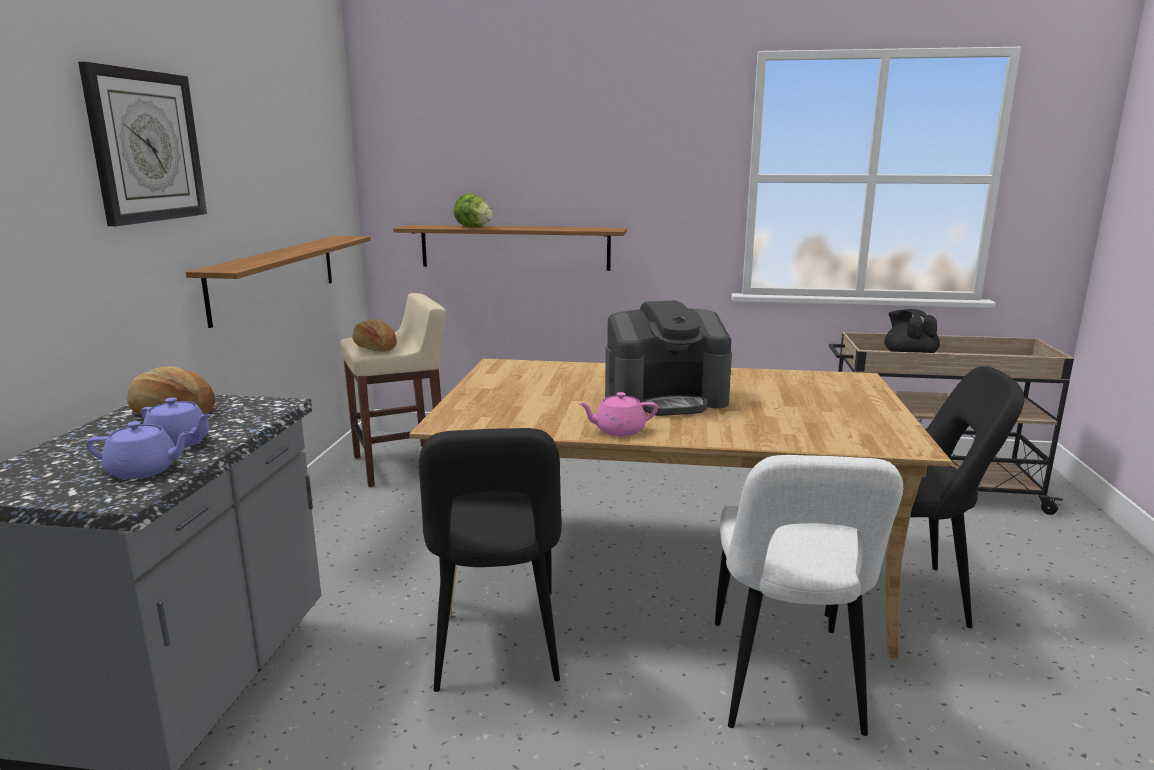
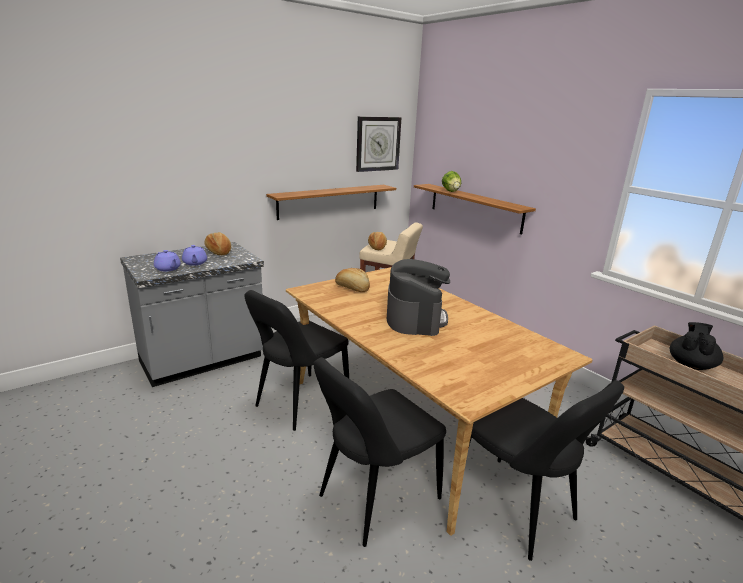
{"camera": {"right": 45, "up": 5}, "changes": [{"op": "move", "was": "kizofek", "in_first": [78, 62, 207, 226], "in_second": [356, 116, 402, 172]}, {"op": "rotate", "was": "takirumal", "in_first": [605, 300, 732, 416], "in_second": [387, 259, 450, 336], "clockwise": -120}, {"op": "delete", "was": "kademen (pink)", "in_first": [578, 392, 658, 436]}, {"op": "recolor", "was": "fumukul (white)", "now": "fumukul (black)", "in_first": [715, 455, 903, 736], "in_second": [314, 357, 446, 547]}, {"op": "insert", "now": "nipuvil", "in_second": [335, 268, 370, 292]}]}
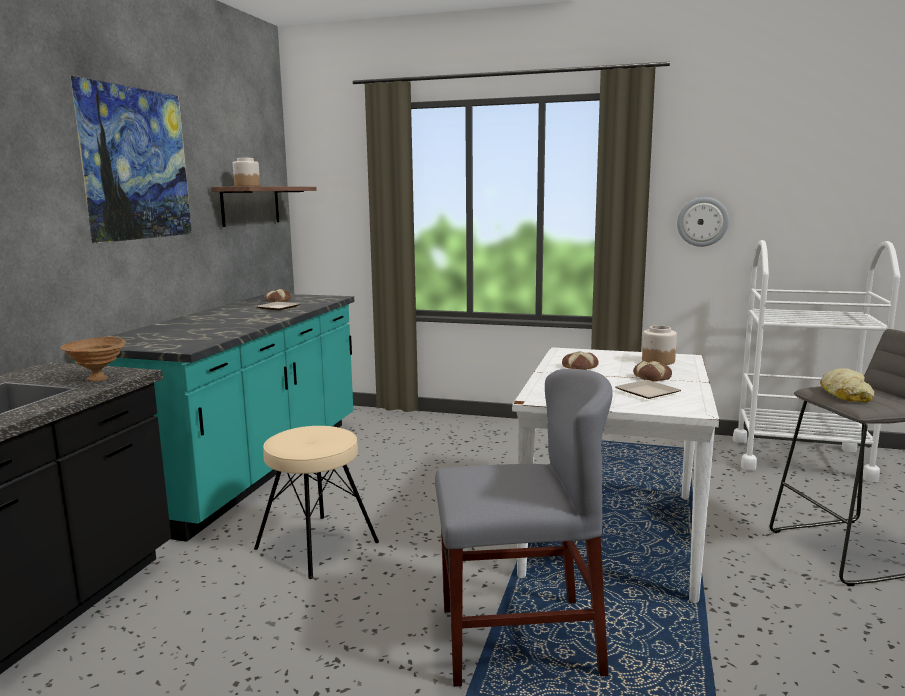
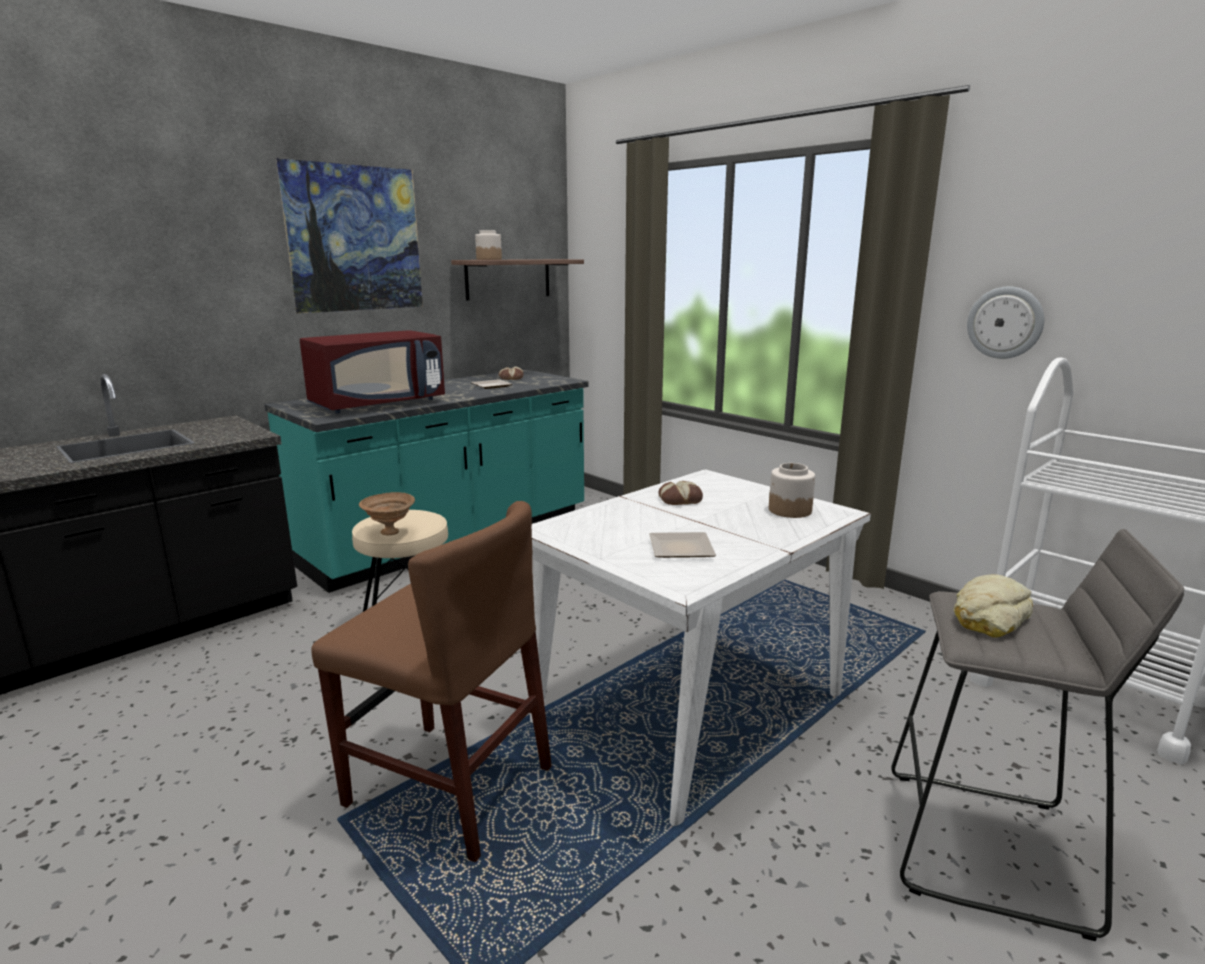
{"camera": {"right": 30, "up": 5}, "changes": [{"op": "move", "was": "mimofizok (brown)", "in_first": [60, 337, 126, 381], "in_second": [359, 492, 415, 535]}, {"op": "delete", "was": "nipuvil", "in_first": [633, 361, 672, 381]}, {"op": "recolor", "was": "fumukul (grey)", "now": "fumukul (brown)", "in_first": [435, 369, 613, 687], "in_second": [311, 501, 552, 862]}, {"op": "insert", "now": "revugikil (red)", "in_second": [300, 330, 445, 413]}]}
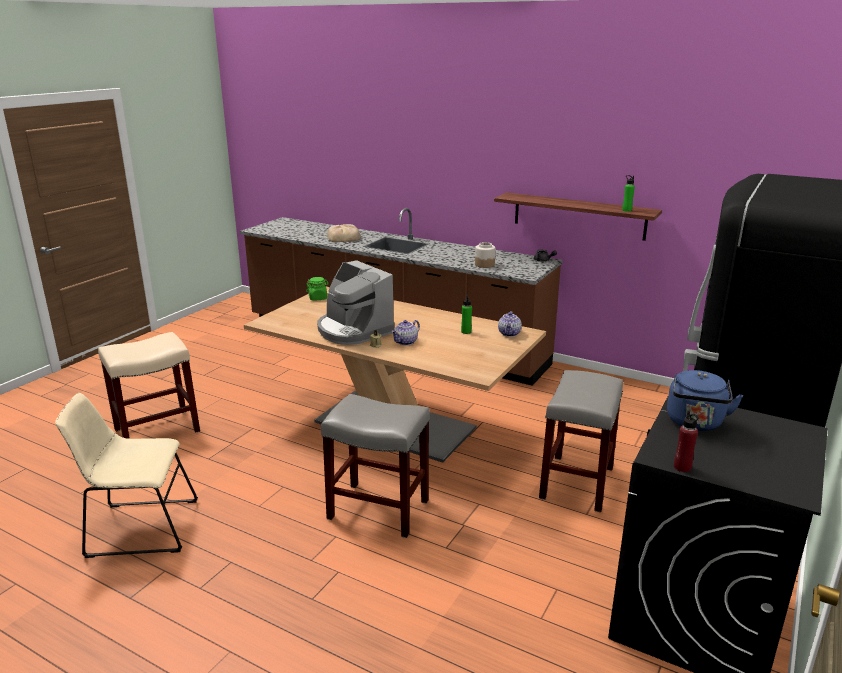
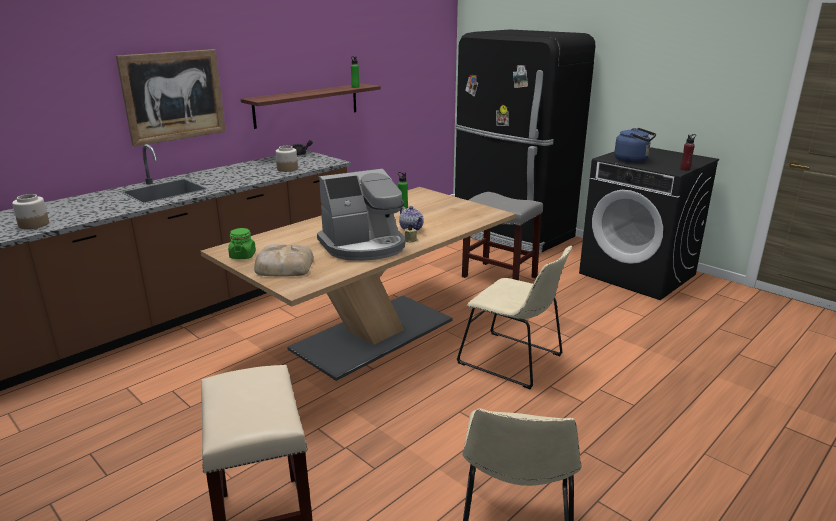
{"camera": {"right": -75, "up": 0}, "changes": [{"op": "move", "was": "nipuvil", "in_first": [327, 224, 361, 242], "in_second": [254, 244, 314, 276]}, {"op": "delete", "was": "kademen", "in_first": [498, 311, 522, 337]}, {"op": "replace", "was": "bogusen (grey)", "now": "fumukul (beige)", "in_first": [321, 394, 430, 538], "in_second": [457, 246, 572, 389]}, {"op": "insert", "now": "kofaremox", "in_second": [116, 49, 226, 147]}, {"op": "insert", "now": "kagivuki", "in_second": [12, 194, 49, 229]}]}
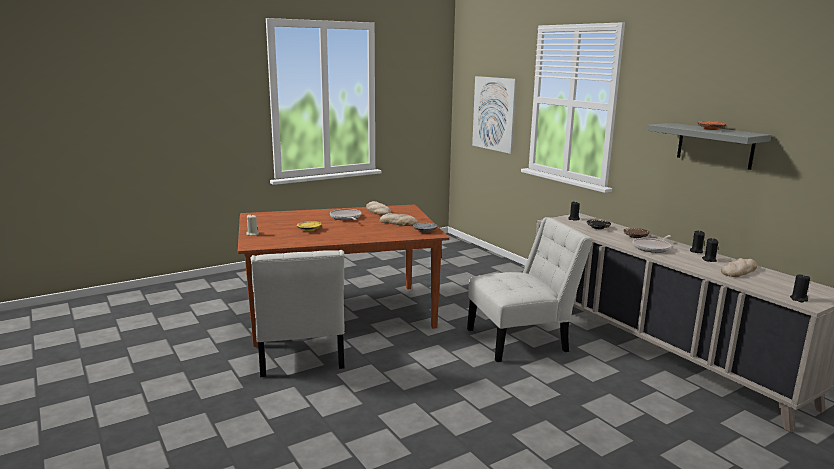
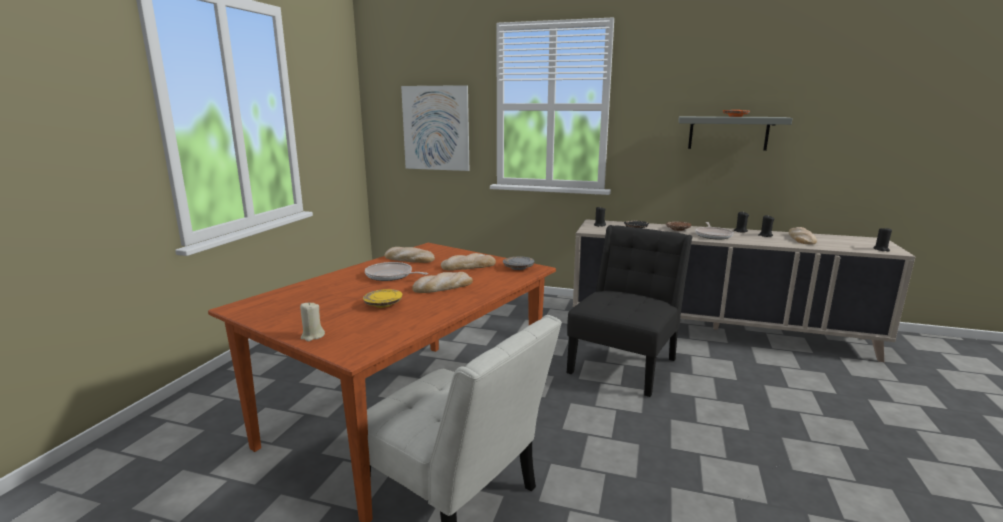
{"camera": {"right": -40, "up": 0}, "changes": [{"op": "recolor", "was": "fumukul (white)", "now": "fumukul (black)", "in_first": [467, 217, 593, 362], "in_second": [567, 225, 692, 397]}, {"op": "insert", "now": "nipuvil", "in_second": [412, 272, 473, 293]}]}
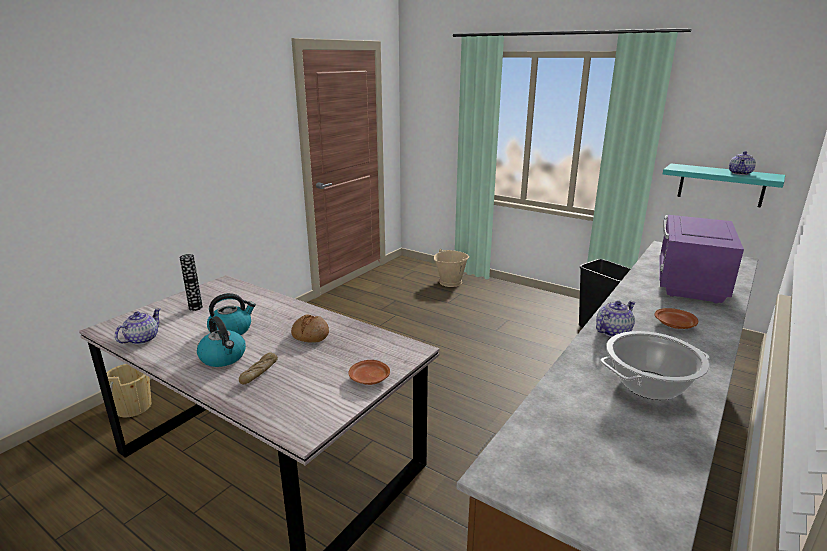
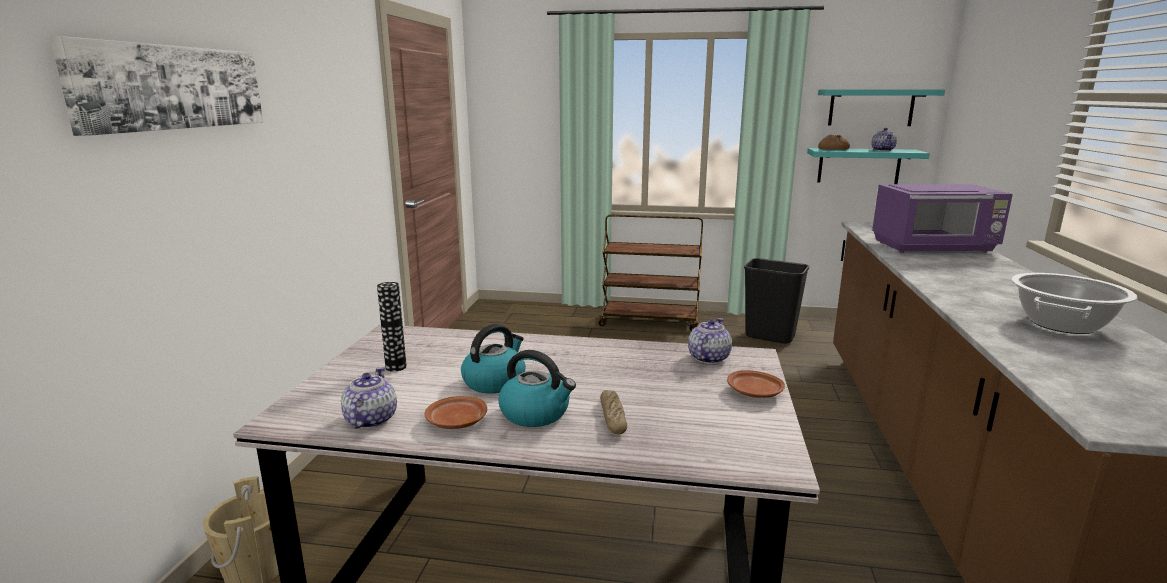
{"camera": {"right": -25, "up": -5}, "changes": [{"op": "rotate", "was": "revugikil (purple)", "in_first": [659, 215, 744, 303], "in_second": [872, 184, 1013, 253], "clockwise": -90}, {"op": "delete", "was": "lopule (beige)", "in_first": [434, 249, 469, 287]}, {"op": "move", "was": "kademen", "in_first": [596, 300, 635, 337], "in_second": [688, 318, 732, 364]}, {"op": "move", "was": "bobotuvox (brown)", "in_first": [655, 308, 698, 329], "in_second": [425, 396, 487, 429]}, {"op": "move", "was": "nipuvil", "in_first": [291, 314, 329, 343], "in_second": [818, 135, 850, 150]}, {"op": "insert", "now": "kofaremox", "in_second": [50, 36, 263, 136]}, {"op": "insert", "now": "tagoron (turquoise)", "in_second": [818, 89, 945, 126]}, {"op": "insert", "now": "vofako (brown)", "in_second": [599, 215, 703, 331]}]}
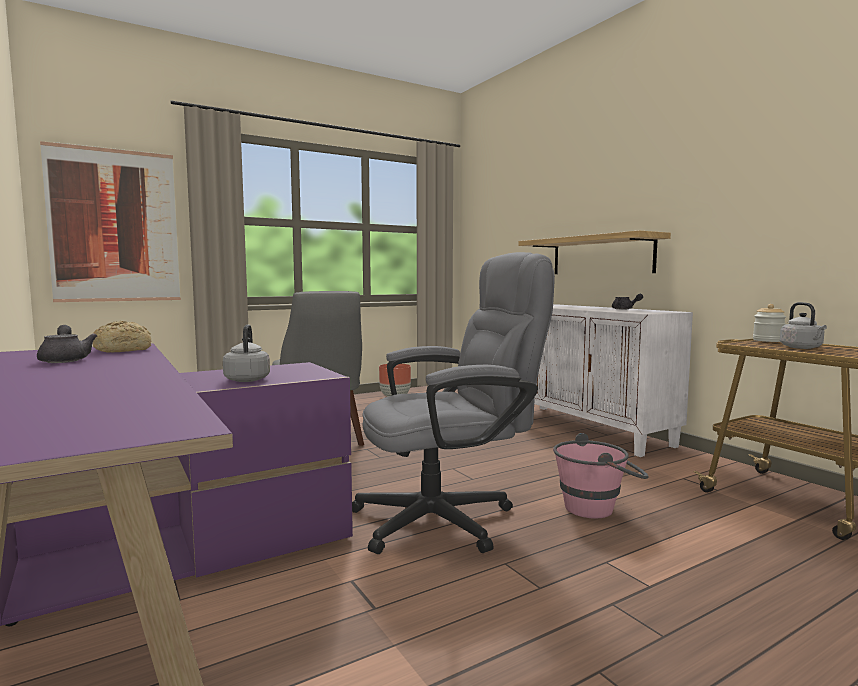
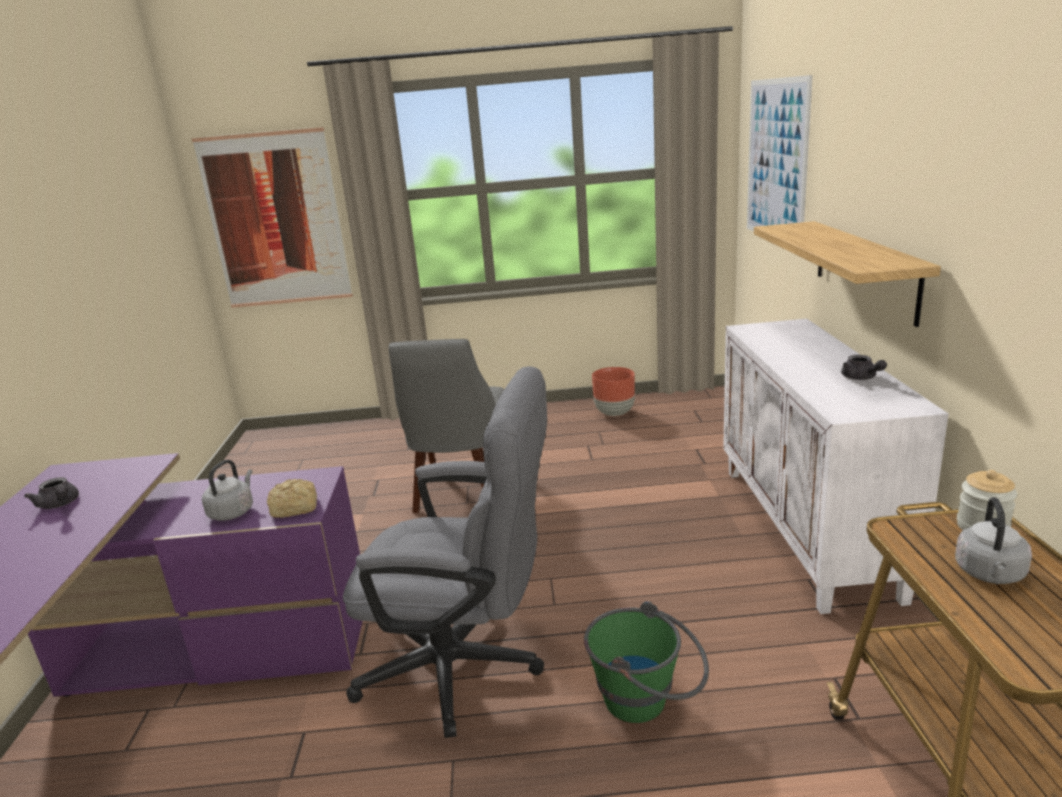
{"camera": {"right": 30, "up": 15}, "changes": [{"op": "move", "was": "nipuvil", "in_first": [93, 321, 152, 353], "in_second": [267, 479, 317, 518]}, {"op": "rotate", "was": "kademen (grey)", "in_first": [37, 325, 97, 363], "in_second": [24, 477, 79, 509], "clockwise": 135}, {"op": "recolor", "was": "lopule (pink)", "now": "lopule (green)", "in_first": [553, 433, 649, 518], "in_second": [584, 601, 709, 723]}, {"op": "insert", "now": "kofaremox", "in_second": [747, 75, 813, 232]}]}
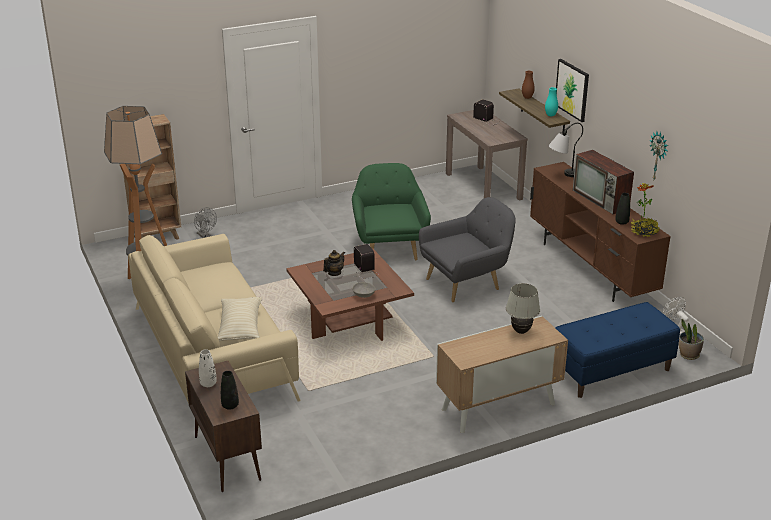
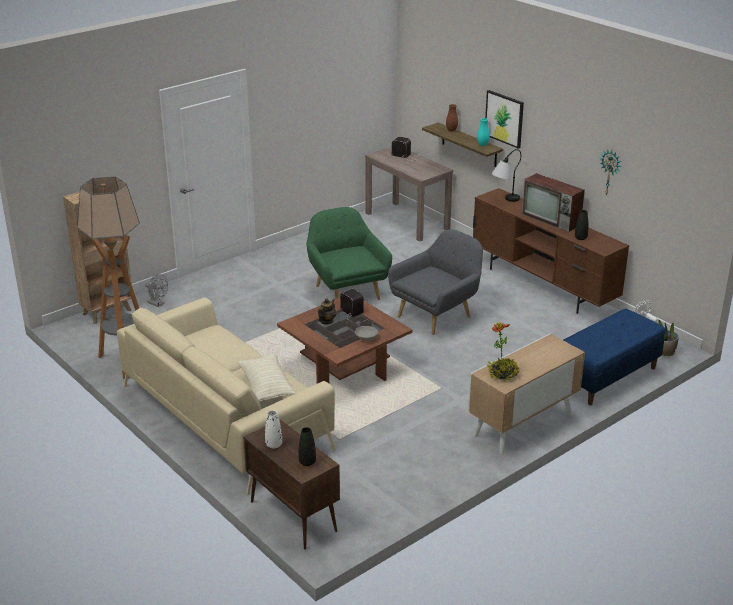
{"camera": {"right": -15, "up": 0}, "changes": [{"op": "move", "was": "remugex", "in_first": [631, 183, 659, 237], "in_second": [487, 323, 520, 382]}, {"op": "delete", "was": "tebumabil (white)", "in_first": [506, 283, 540, 334]}]}
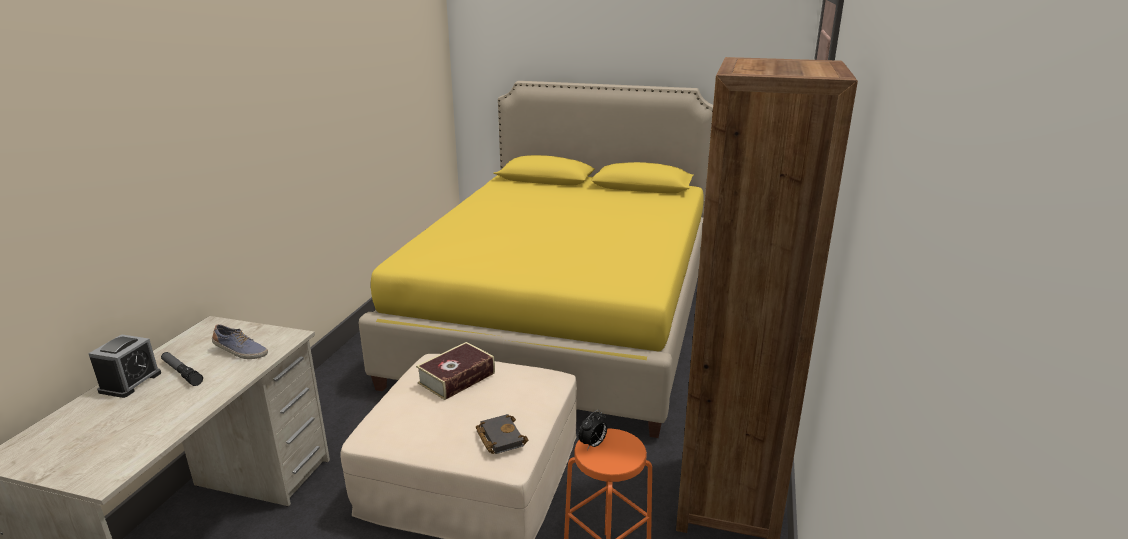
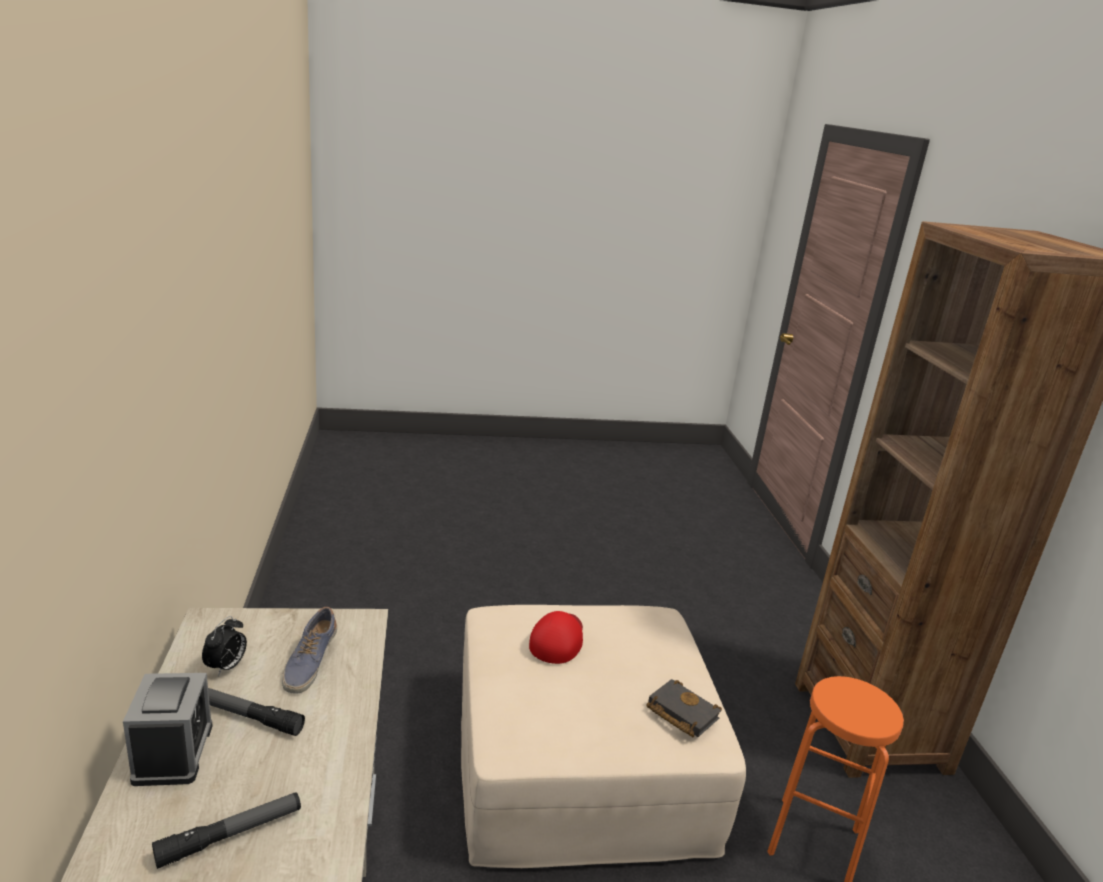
{"camera": {"right": -25, "up": 0}, "changes": [{"op": "delete", "was": "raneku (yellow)", "in_first": [359, 81, 713, 438]}, {"op": "rotate", "was": "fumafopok", "in_first": [212, 324, 268, 359], "in_second": [282, 607, 337, 694], "clockwise": 105}, {"op": "replace", "was": "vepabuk", "now": "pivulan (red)", "in_first": [416, 342, 495, 400], "in_second": [529, 611, 583, 664]}, {"op": "move", "was": "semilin", "in_first": [578, 410, 607, 450], "in_second": [202, 616, 247, 676]}, {"op": "insert", "now": "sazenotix", "in_second": [152, 792, 301, 869]}]}
